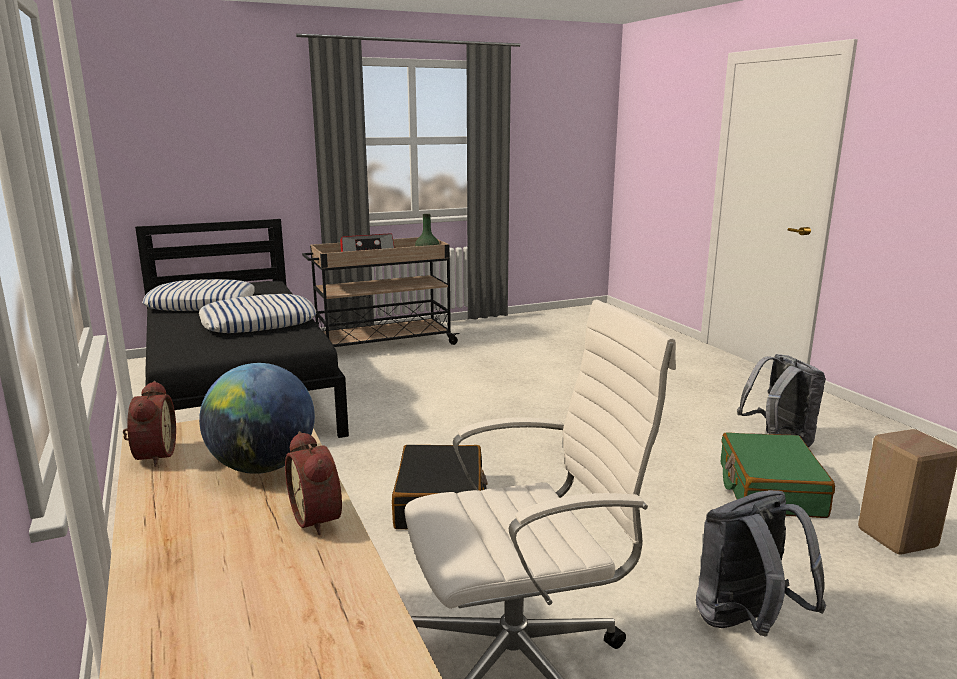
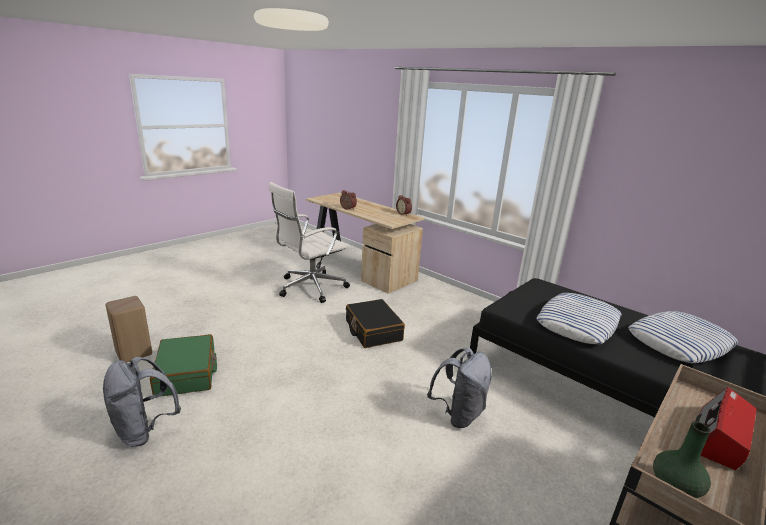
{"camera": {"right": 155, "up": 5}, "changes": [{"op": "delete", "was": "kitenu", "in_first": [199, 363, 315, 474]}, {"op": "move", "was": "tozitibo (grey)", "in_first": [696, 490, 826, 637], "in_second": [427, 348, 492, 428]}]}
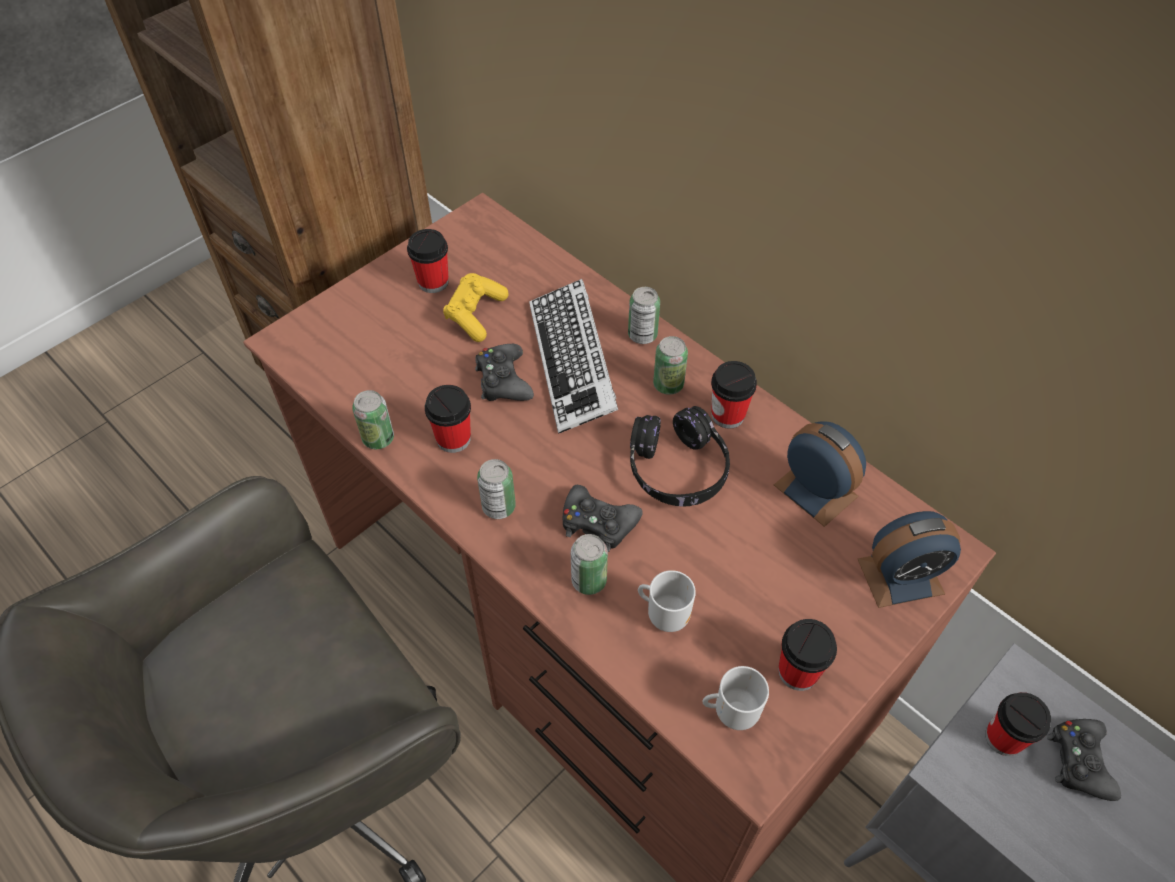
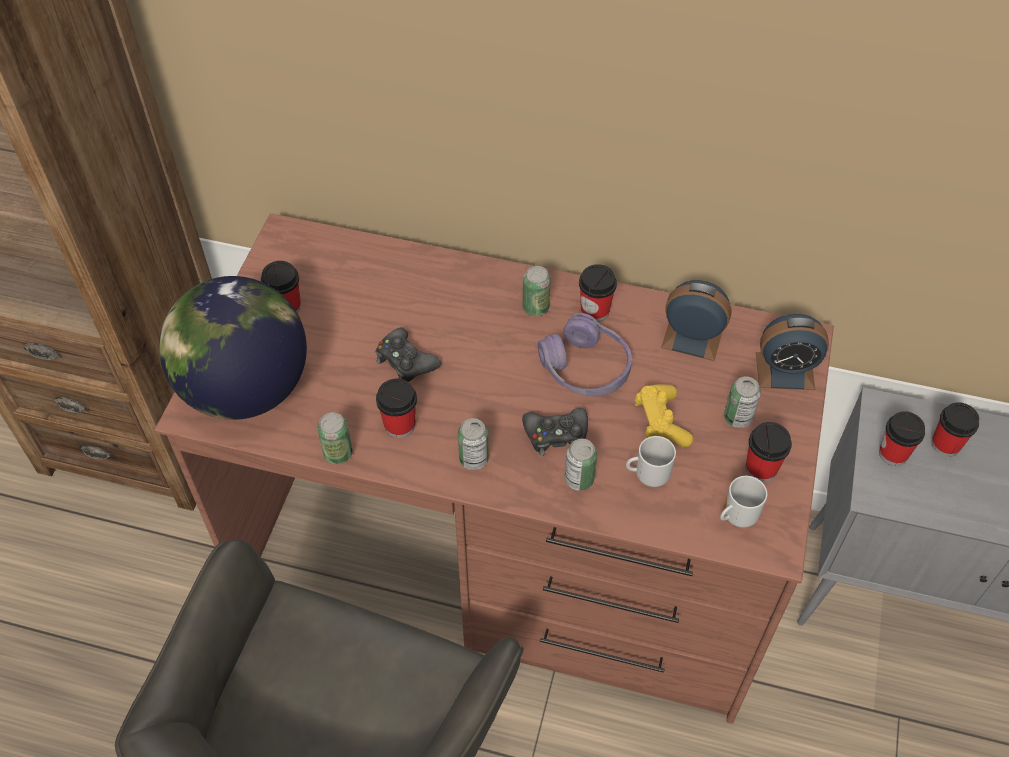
{"camera": {"right": -30, "up": 0}, "changes": [{"op": "move", "was": "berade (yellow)", "in_first": [443, 273, 509, 342], "in_second": [635, 384, 693, 447]}, {"op": "delete", "was": "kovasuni", "in_first": [529, 279, 618, 434]}, {"op": "move", "was": "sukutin", "in_first": [628, 287, 660, 344], "in_second": [724, 376, 761, 428]}, {"op": "recolor", "was": "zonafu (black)", "now": "zonafu (purple)", "in_first": [630, 406, 730, 507], "in_second": [538, 313, 632, 396]}, {"op": "rotate", "was": "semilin", "in_first": [858, 511, 961, 608], "in_second": [756, 314, 829, 390], "clockwise": 45}, {"op": "replace", "was": "berade (black)", "now": "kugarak", "in_first": [1047, 719, 1121, 801], "in_second": [931, 402, 979, 457]}, {"op": "insert", "now": "kitenu", "in_second": [159, 276, 307, 420]}]}
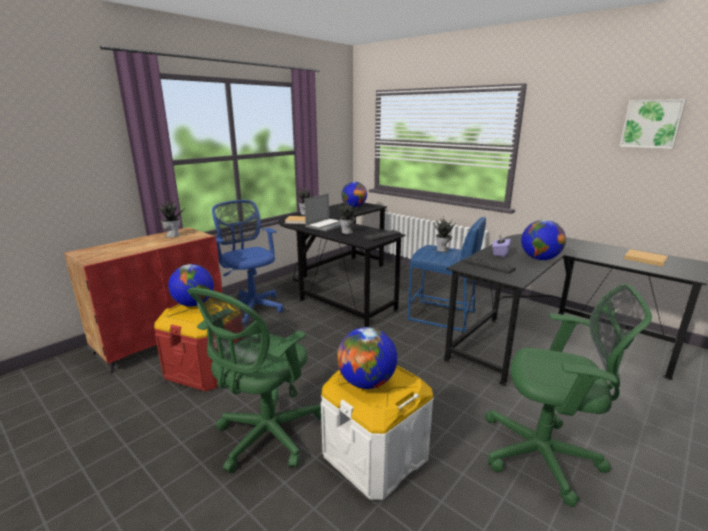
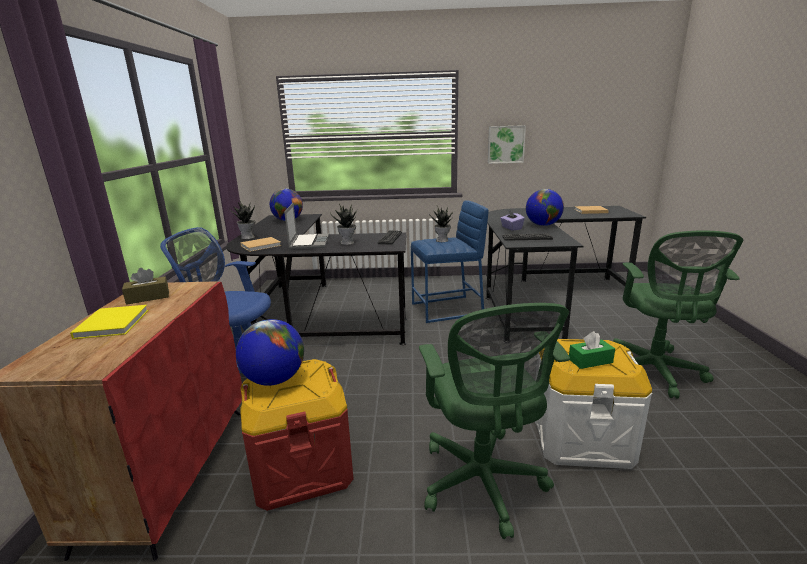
{"camera": {"right": -40, "up": 0}, "changes": [{"op": "move", "was": "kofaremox", "in_first": [619, 99, 686, 149], "in_second": [488, 125, 526, 164]}, {"op": "replace", "was": "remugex", "now": "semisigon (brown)", "in_first": [157, 201, 184, 238], "in_second": [122, 268, 169, 305]}, {"op": "rotate", "was": "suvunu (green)", "in_first": [485, 284, 652, 507], "in_second": [613, 230, 743, 398], "clockwise": 120}, {"op": "replace", "was": "kitenu", "now": "semisigon (green)", "in_first": [337, 327, 397, 389], "in_second": [569, 331, 615, 369]}, {"op": "insert", "now": "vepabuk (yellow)", "in_second": [70, 305, 148, 339]}]}
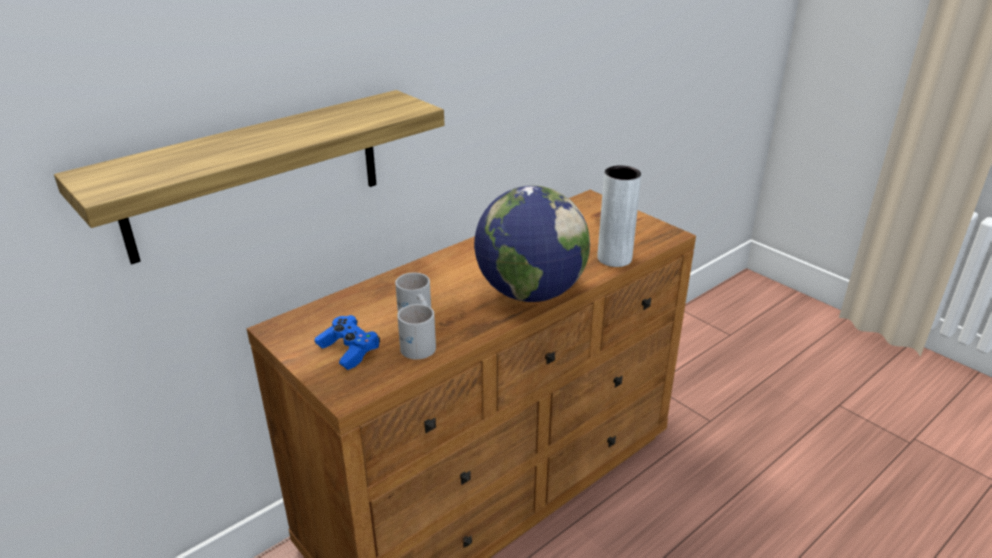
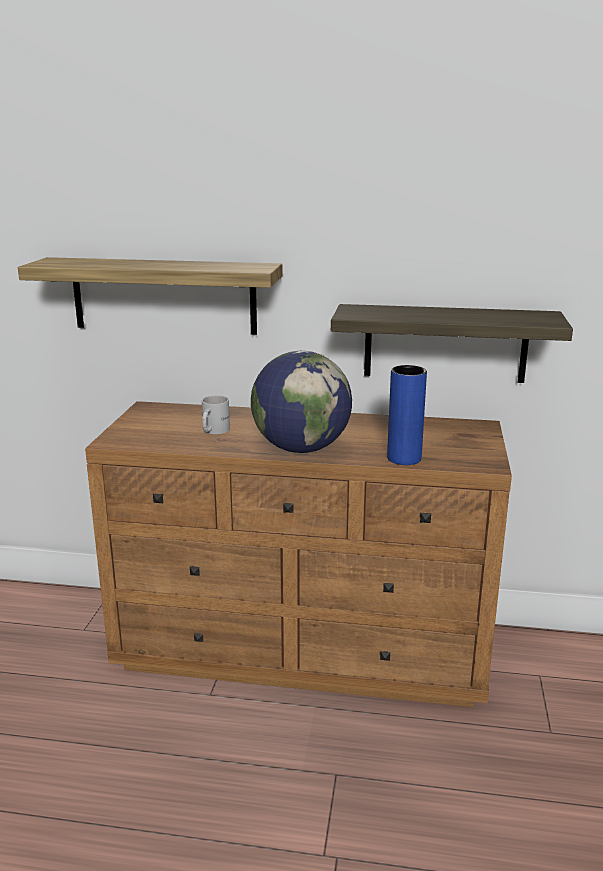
{"camera": {"right": 50, "up": -10}, "changes": [{"op": "recolor", "was": "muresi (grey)", "now": "muresi (blue)", "in_first": [598, 165, 641, 267], "in_second": [387, 365, 427, 465]}, {"op": "delete", "was": "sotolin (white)", "in_first": [397, 304, 436, 359]}, {"op": "delete", "was": "berade (blue)", "in_first": [314, 315, 380, 370]}, {"op": "insert", "now": "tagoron", "in_second": [331, 304, 573, 383]}]}
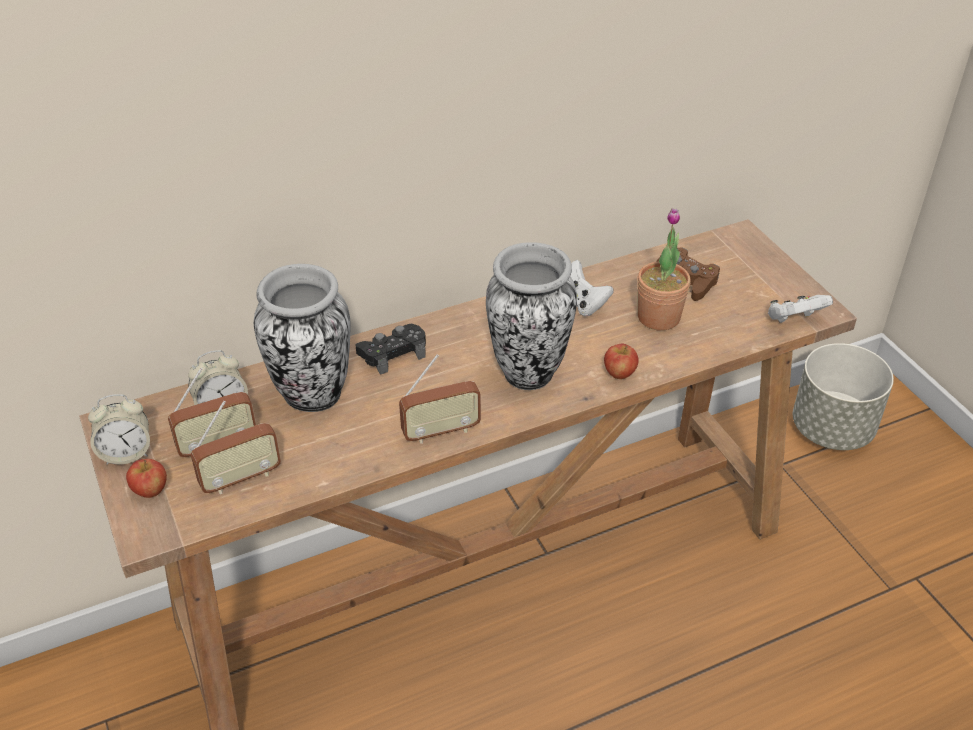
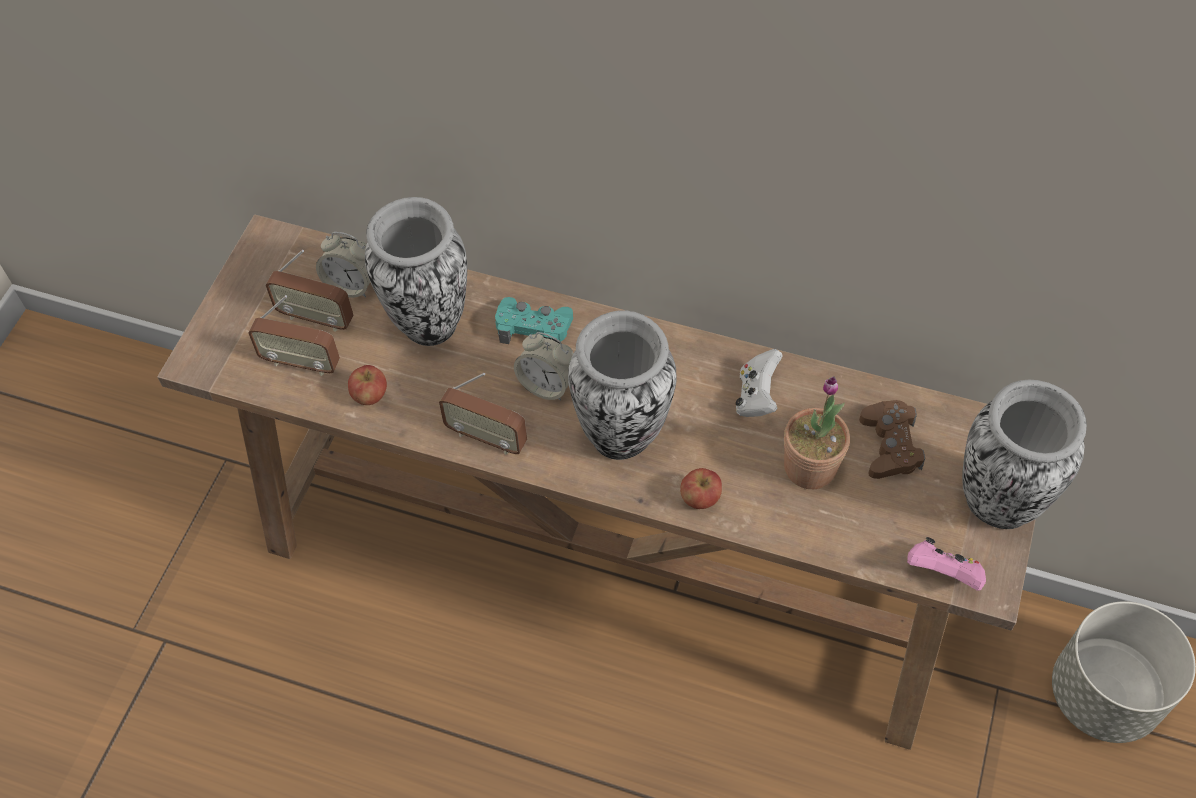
{"camera": {"right": 45, "up": 15}, "changes": [{"op": "recolor", "was": "berade (white)", "now": "berade (pink)", "in_first": [768, 295, 833, 323], "in_second": [907, 537, 986, 591]}, {"op": "recolor", "was": "berade (black)", "now": "berade (turquoise)", "in_first": [355, 324, 426, 375], "in_second": [495, 297, 573, 344]}, {"op": "move", "was": "semilin", "in_first": [88, 394, 150, 465], "in_second": [514, 332, 574, 401]}, {"op": "move", "was": "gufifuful", "in_first": [126, 459, 167, 498], "in_second": [348, 365, 387, 405]}, {"op": "insert", "now": "muresi", "in_second": [962, 380, 1087, 529]}]}
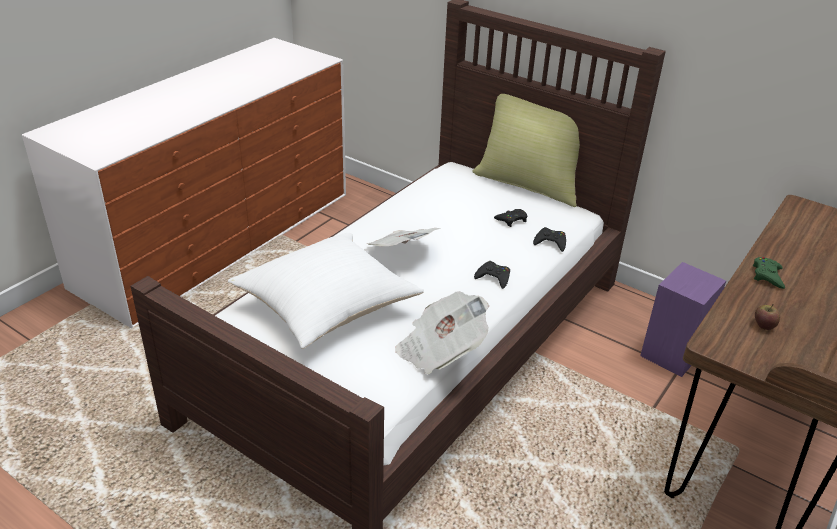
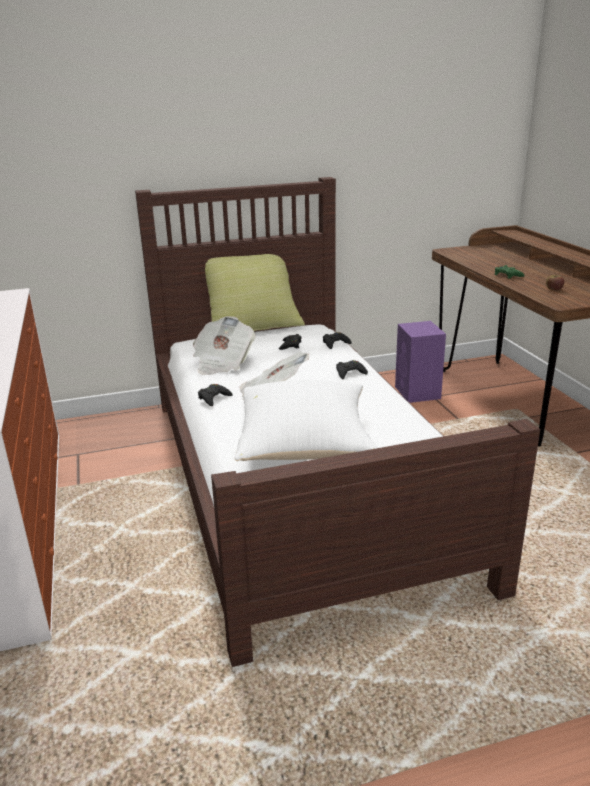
{"camera": {"right": -50, "up": -10}, "changes": [{"op": "move", "was": "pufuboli", "in_first": [395, 291, 489, 374], "in_second": [193, 316, 255, 375]}, {"op": "insert", "now": "berade (black)", "in_second": [198, 384, 233, 406]}]}
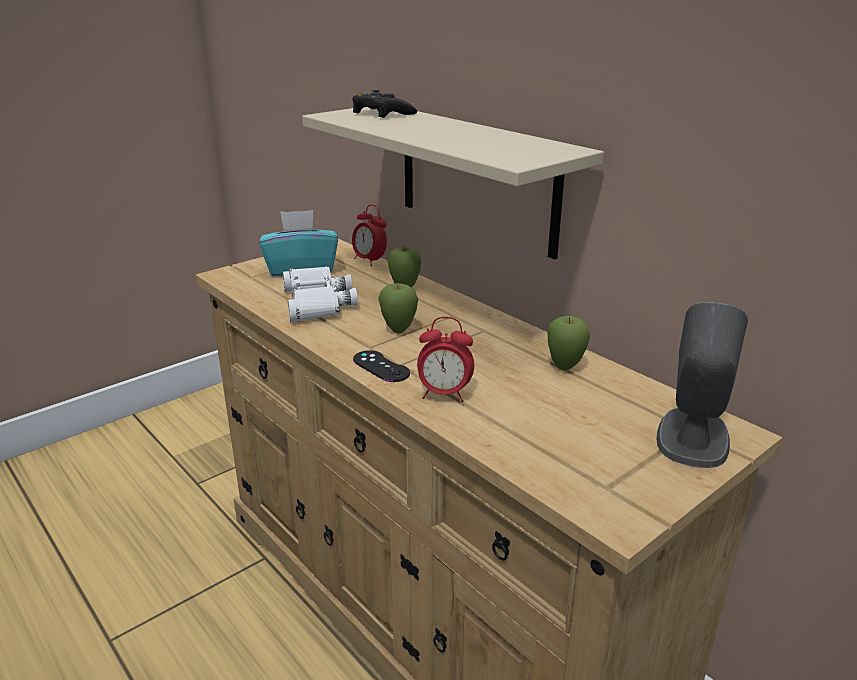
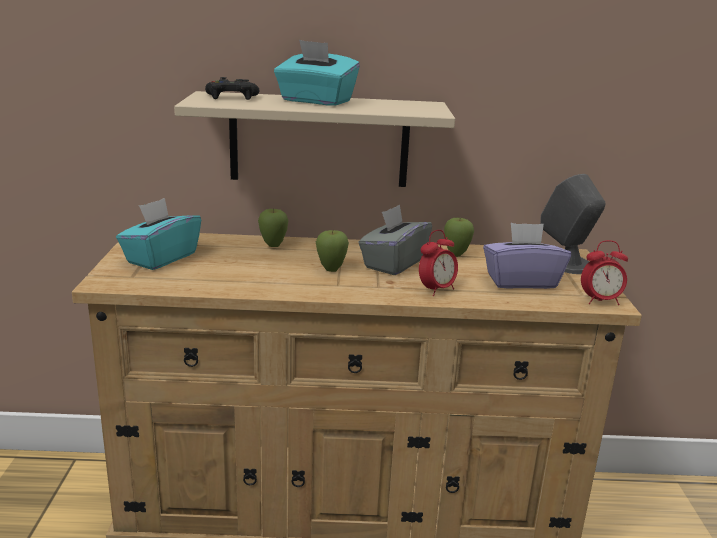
{"camera": {"right": -50, "up": -5}, "changes": [{"op": "move", "was": "semilin", "in_first": [352, 205, 387, 266], "in_second": [581, 240, 628, 305]}, {"op": "delete", "was": "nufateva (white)", "in_first": [283, 266, 358, 322]}, {"op": "delete", "was": "berade (black)", "in_first": [353, 350, 410, 382]}, {"op": "insert", "now": "semisigon (turquoise)", "in_second": [274, 40, 360, 106]}, {"op": "insert", "now": "semisigon (grey)", "in_second": [358, 205, 432, 275]}, {"op": "insert", "now": "semisigon (purple)", "in_second": [483, 223, 571, 289]}]}
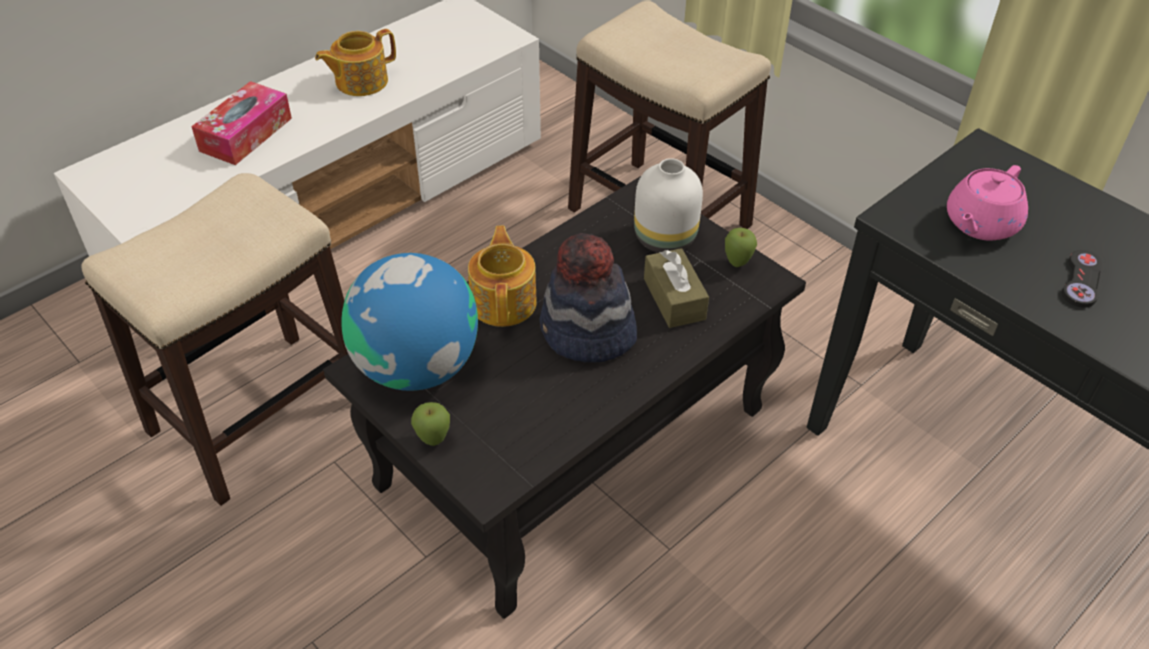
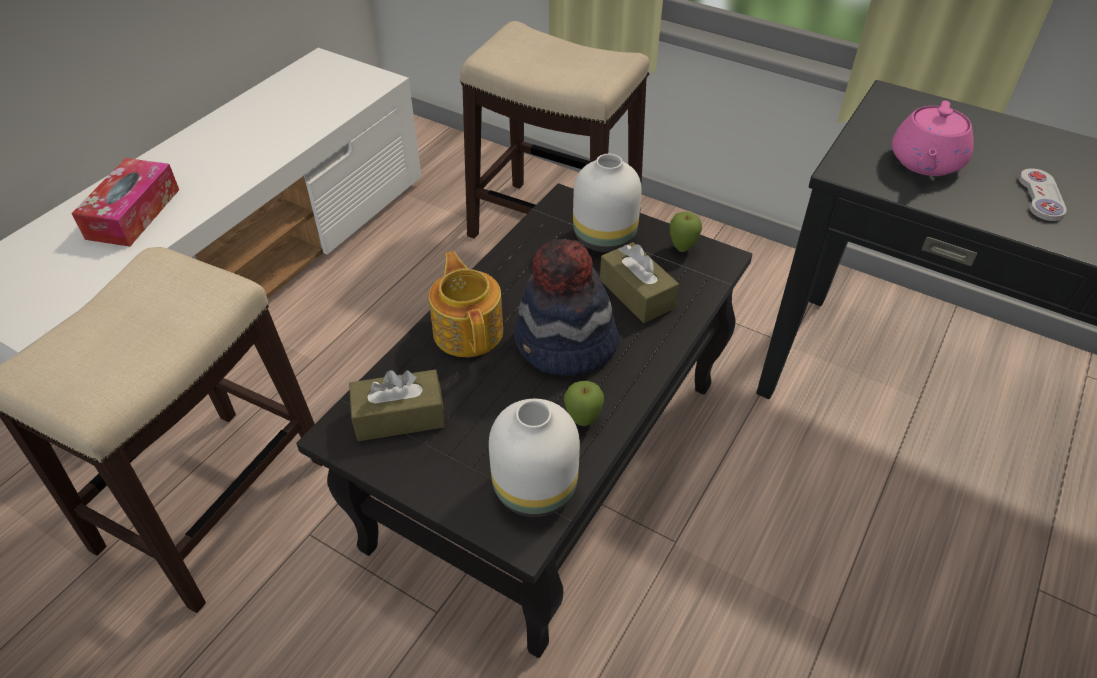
{"camera": {"right": -15, "up": 0}, "changes": [{"op": "delete", "was": "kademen", "in_first": [315, 29, 396, 96]}, {"op": "recolor", "was": "berade (black)", "now": "berade (white)", "in_first": [1062, 250, 1104, 308], "in_second": [1019, 168, 1067, 221]}, {"op": "replace", "was": "kitenu", "now": "semisigon (brown)", "in_first": [342, 253, 478, 391], "in_second": [349, 370, 445, 441]}, {"op": "move", "was": "gufifuful", "in_first": [411, 402, 450, 446], "in_second": [564, 381, 604, 426]}, {"op": "insert", "now": "muresi (white)", "in_second": [489, 399, 580, 517]}]}
